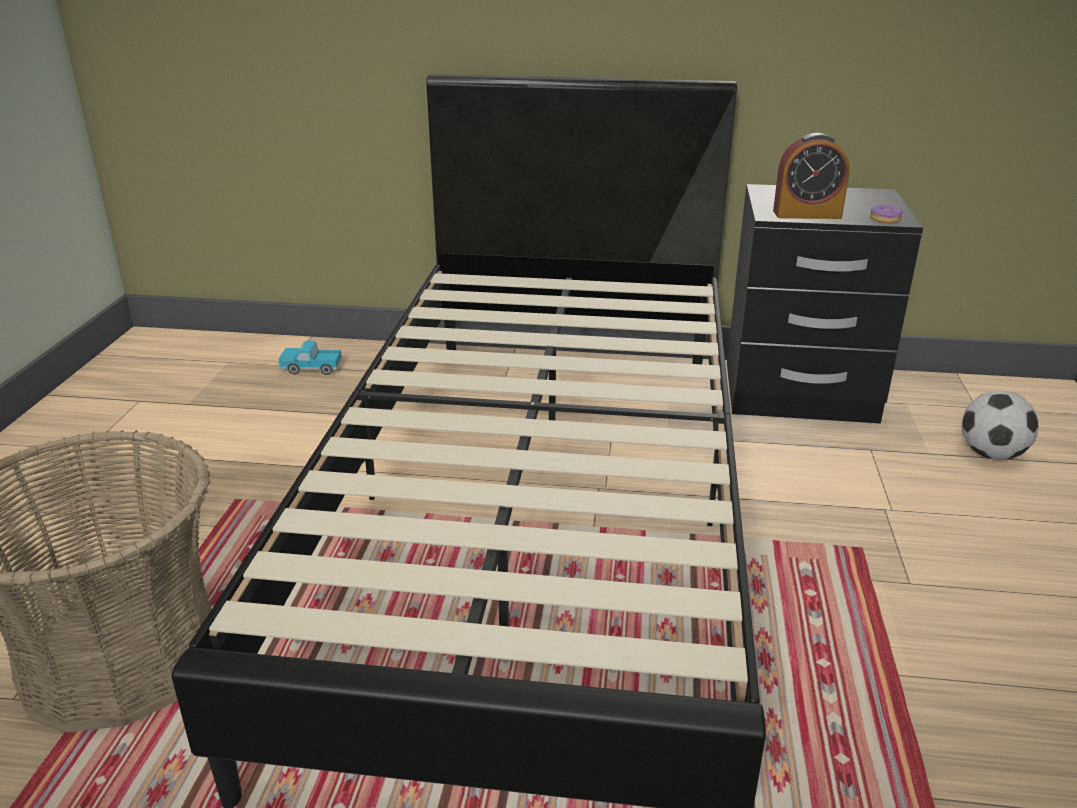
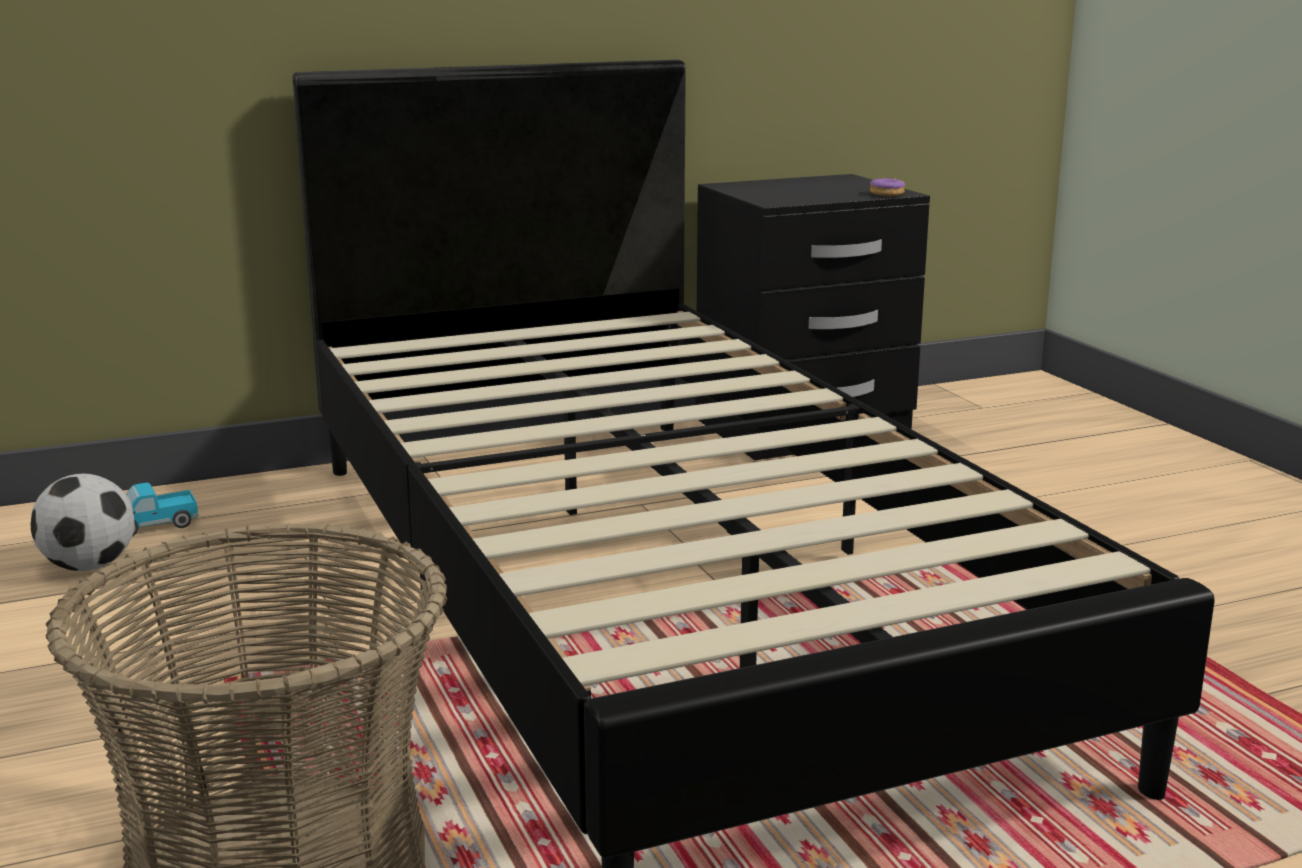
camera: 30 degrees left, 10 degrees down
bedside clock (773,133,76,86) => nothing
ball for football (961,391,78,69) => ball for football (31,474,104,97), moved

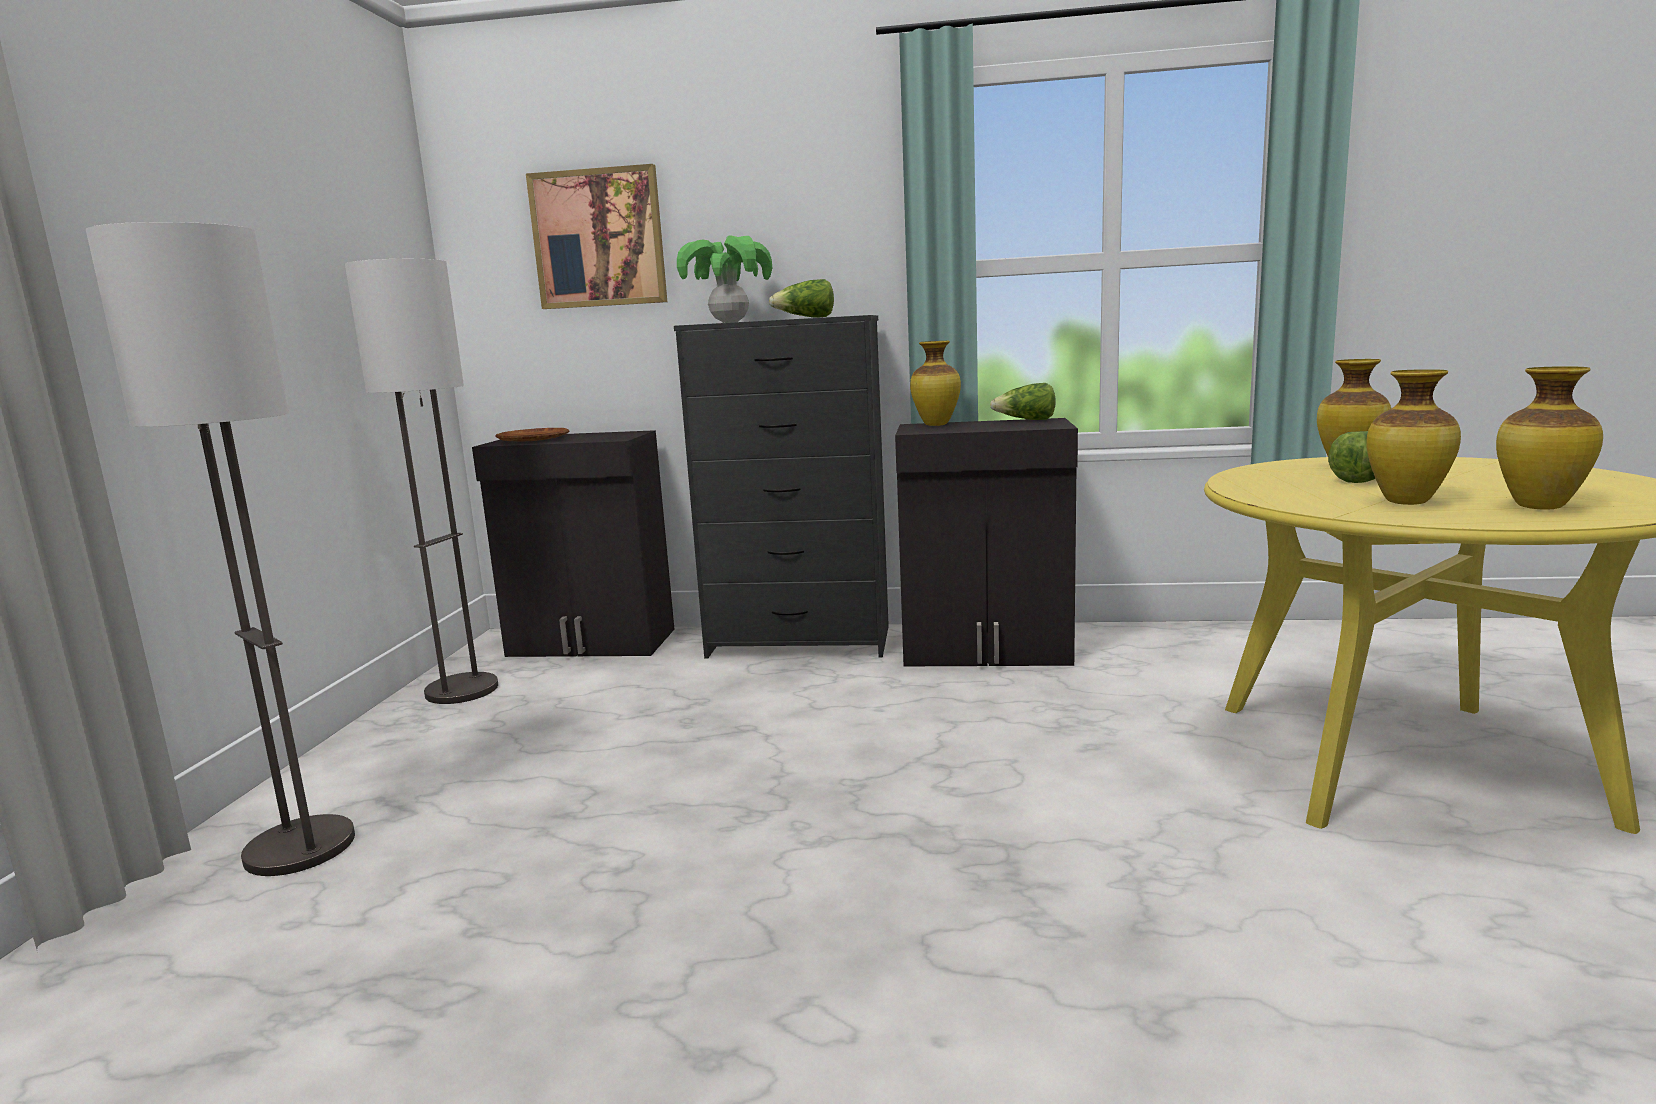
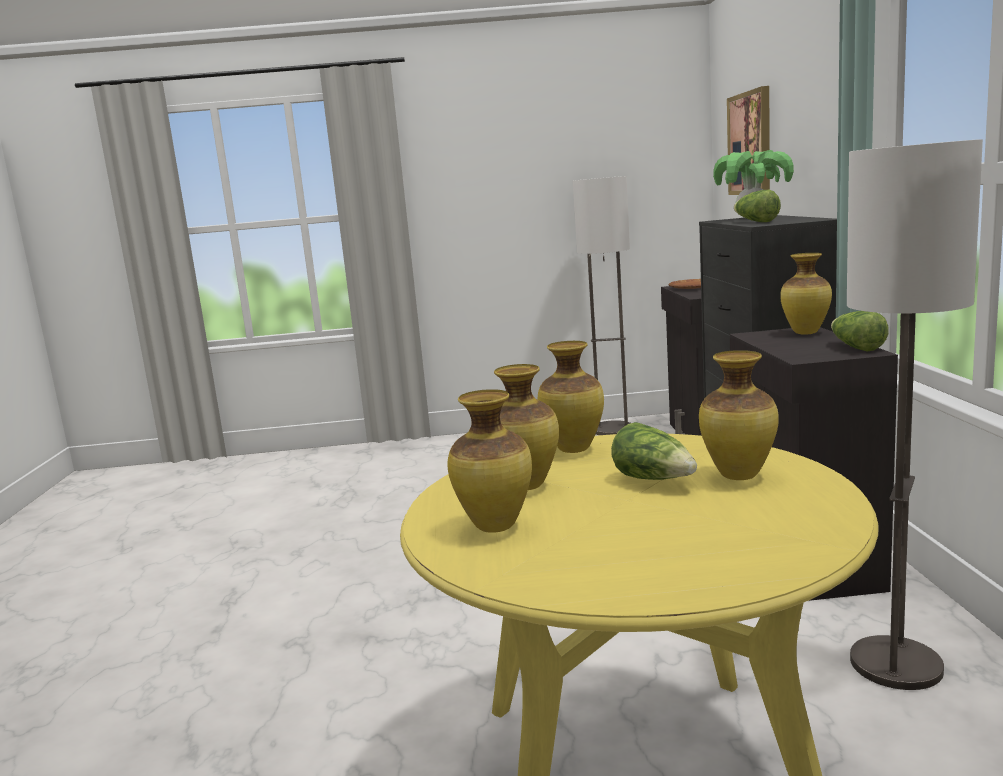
camera: 80 degrees right, 0 degrees up
standard lamp (86,222,269,654) => standard lamp (847,139,136,551), moved
nothing => decorative vase (538,341,66,112)

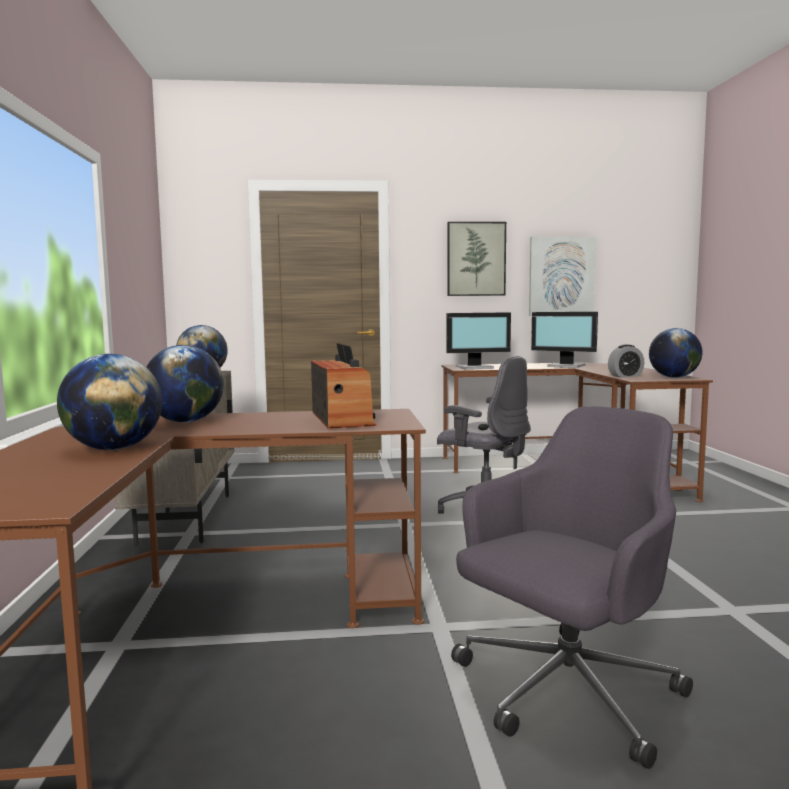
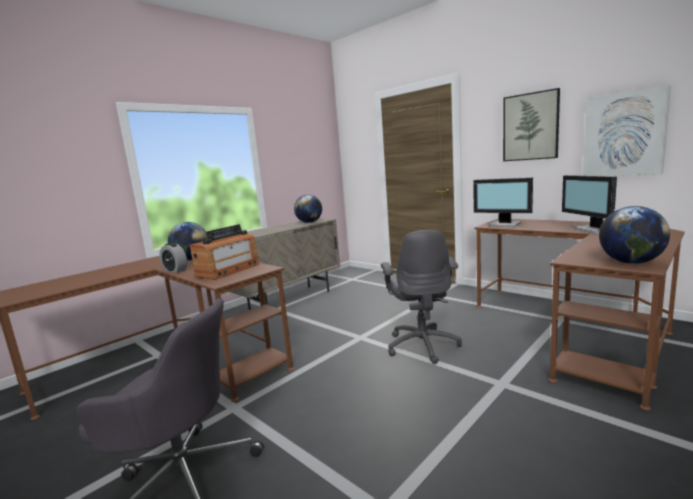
camera: 50 degrees right, 5 degrees up
world globe (57,354,105,96) => nothing
bedside clock (608,344,36,33) => bedside clock (159,243,28,30), moved

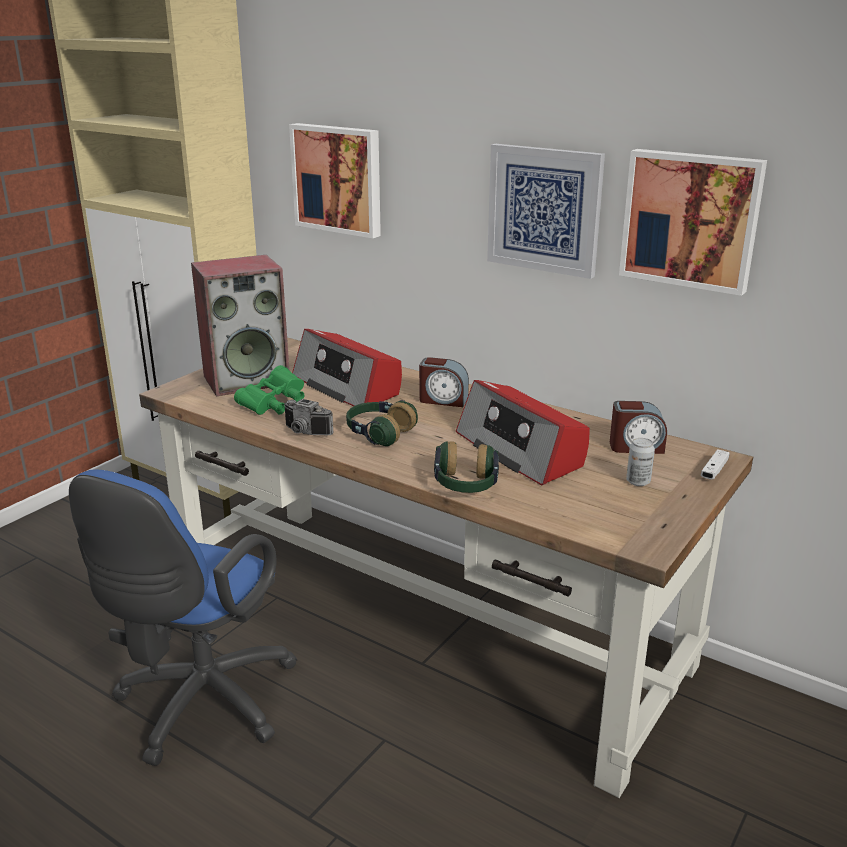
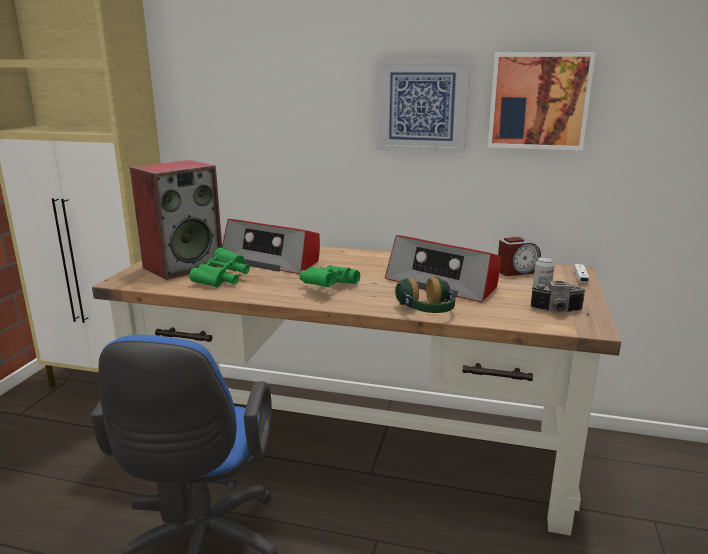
camera: 20 degrees left, 5 degrees down
still camera (284,399,50,36) => still camera (530,281,56,31), moved
wall picture (289,123,92,115) => nothing
headphones (346,400,72,46) => green-coloured binoculars (299,265,61,22)
bedside clock (419,357,50,50) => nothing

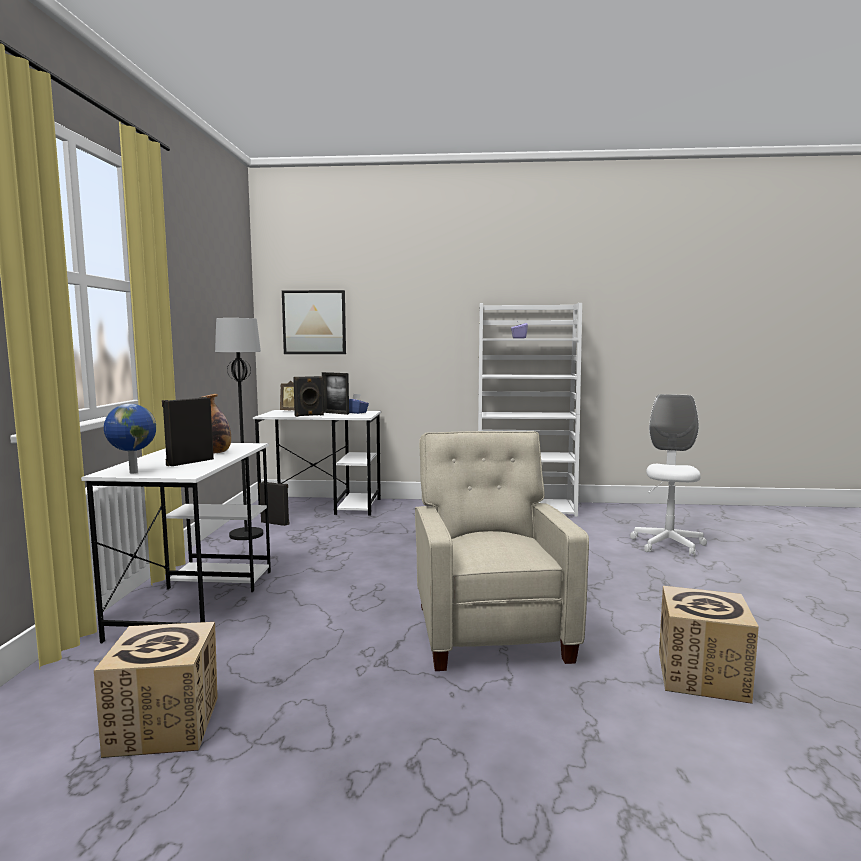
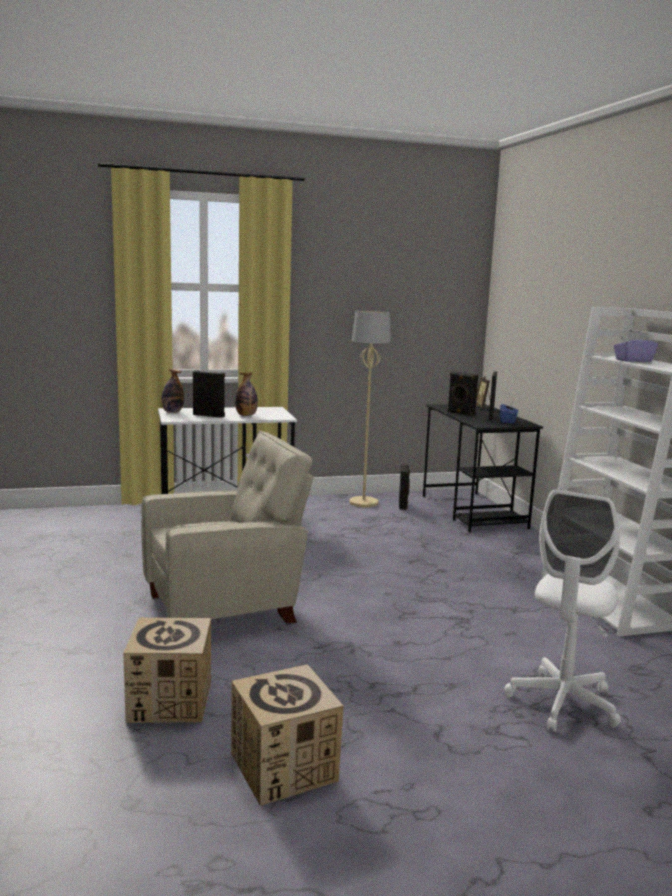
camera: 70 degrees right, 5 degrees up
cardboard box (94,622,124,136) => cardboard box (231,664,113,142), moved
world globe (104,404,52,69) => beverage bottle (161,369,23,44)
black-coloured standard lamp (215,318,48,222) => beige standard lamp (349,311,42,197)
white-coloured desk (253,410,128,106) => black-coloured desk (423,404,120,129)
wall picture (282,290,64,64) => nothing
white-coloured computer chair (630,394,77,162) => white-coloured computer chair (505,489,116,243), 120 degrees clockwise

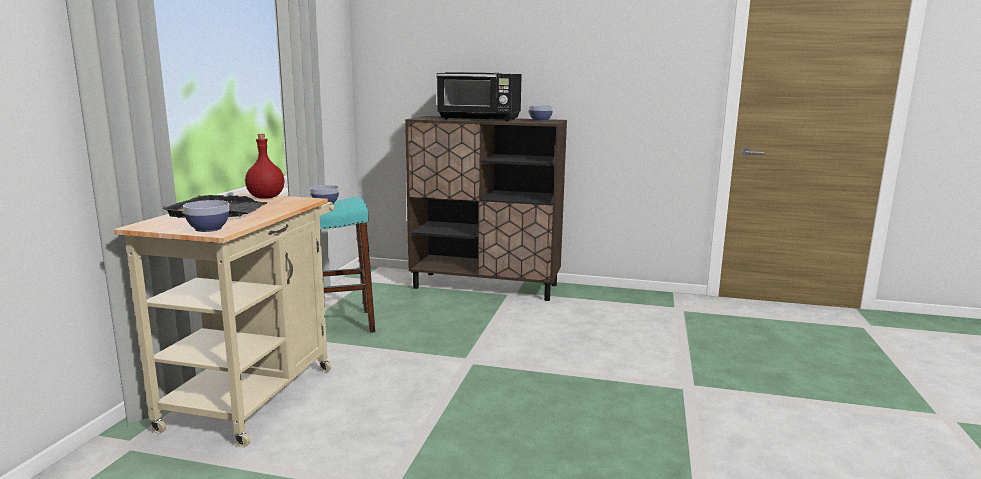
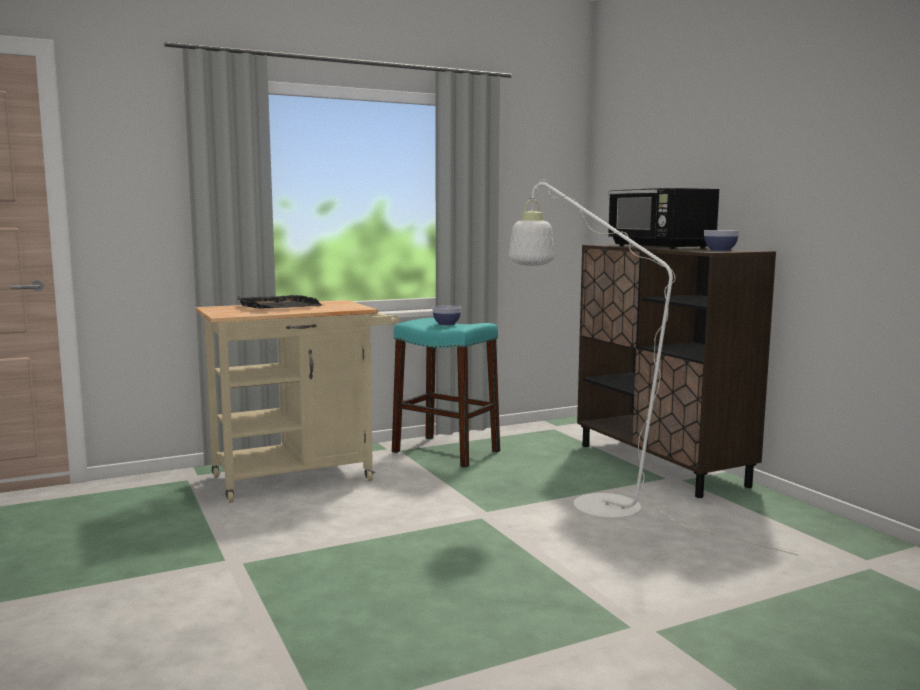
camera: 50 degrees right, 5 degrees down
deep dish (183,200,46,32) => nothing
reddish beverage bottle (245,134,39,65) => nothing
nothing => white-coloured standard lamp (509,179,289,376)

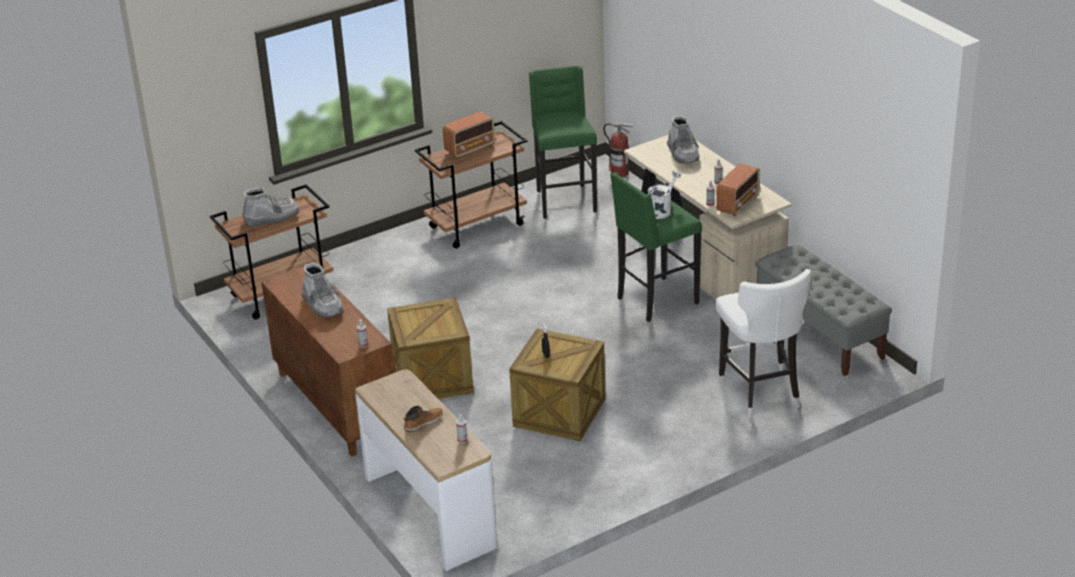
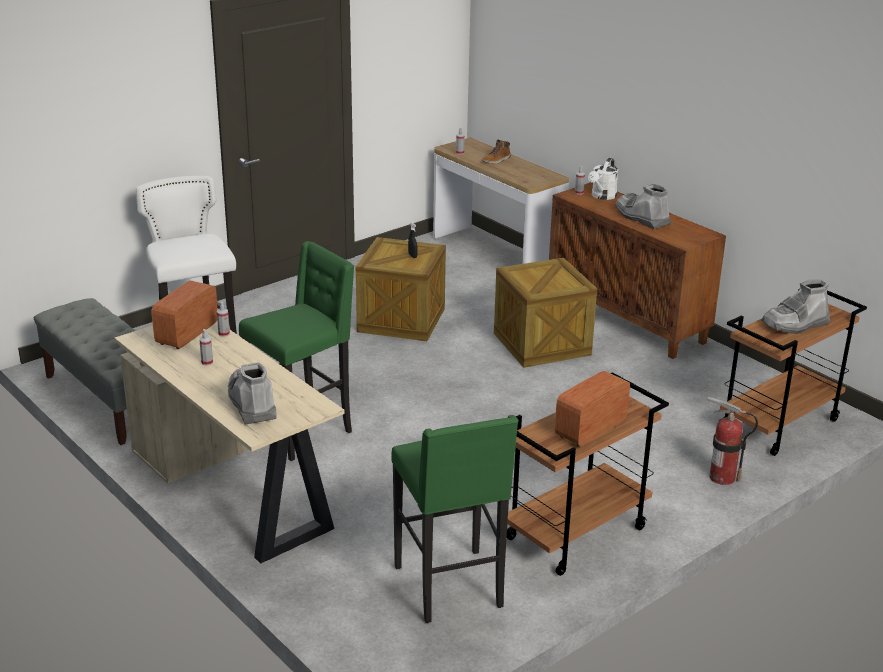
camera: 170 degrees right, 5 degrees down
fire-fighting cylinder (603,123,32,55) => fire-fighting cylinder (707,396,51,89), moved
white-coloured sprinkling can (647,170,34,49) => white-coloured sprinkling can (588,158,30,42), moved

